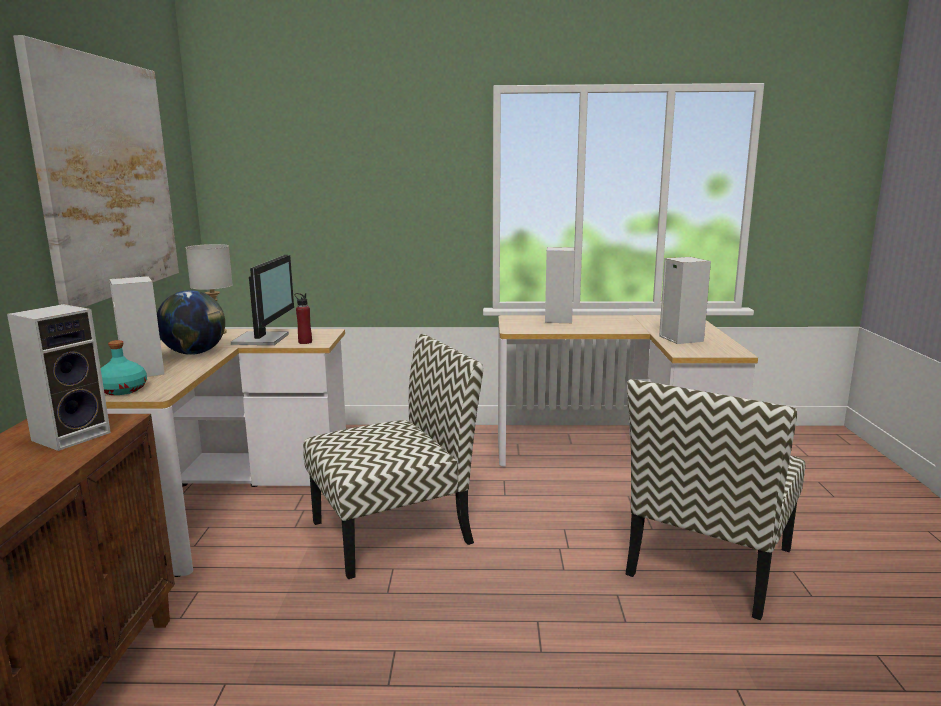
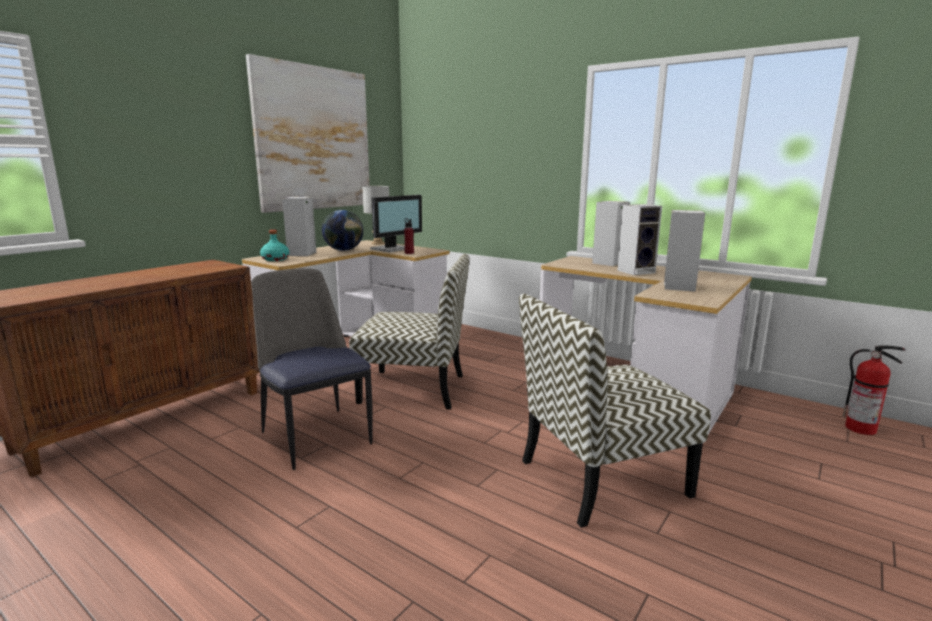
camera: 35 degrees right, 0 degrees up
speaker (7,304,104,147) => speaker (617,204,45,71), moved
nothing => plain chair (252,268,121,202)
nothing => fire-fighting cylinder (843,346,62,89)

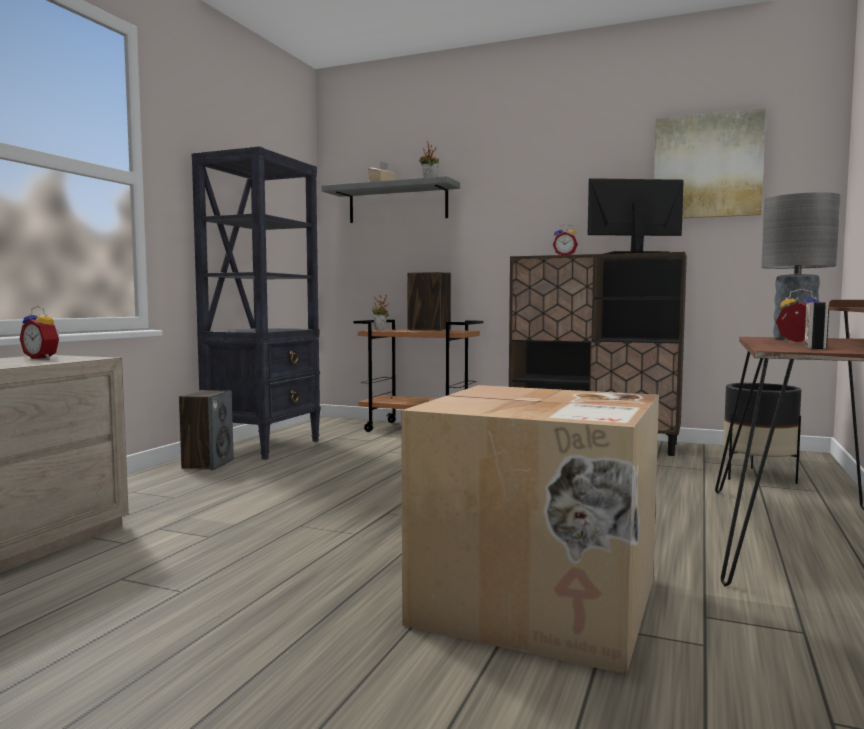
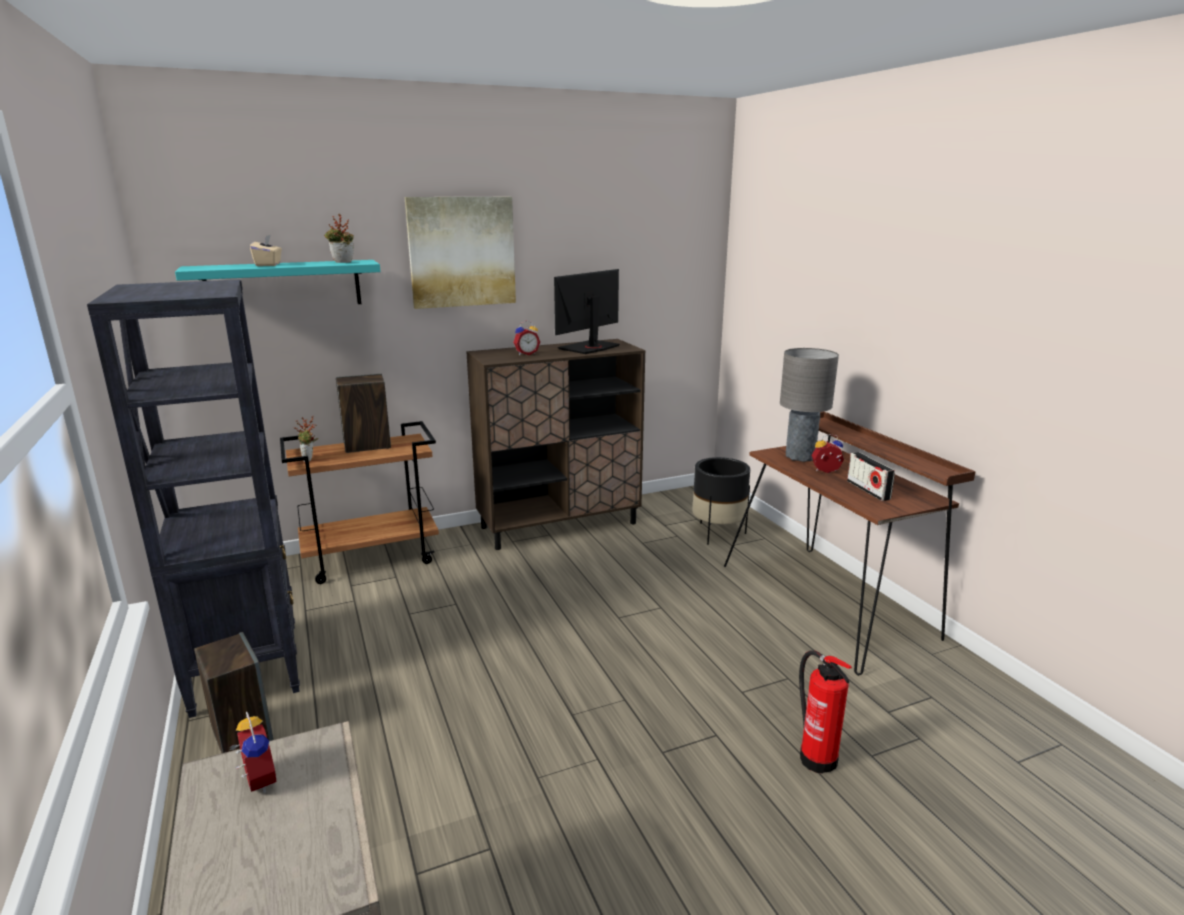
camera: 45 degrees left, 15 degrees up
bedside clock (20,306,40,53) => bedside clock (229,712,48,81), 105 degrees counterclockwise
gray bracket shelf (321,176,139,47) => turquoise bracket shelf (175,260,206,44)
cardboard box (401,385,258,289) => fire-fighting cylinder (799,650,53,124)
wall picture (654,108,112,110) => wall picture (405,197,111,112), moved

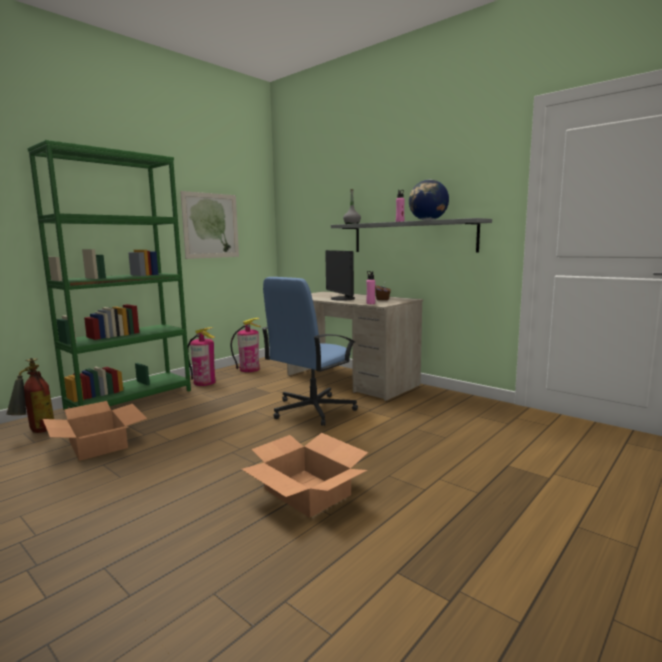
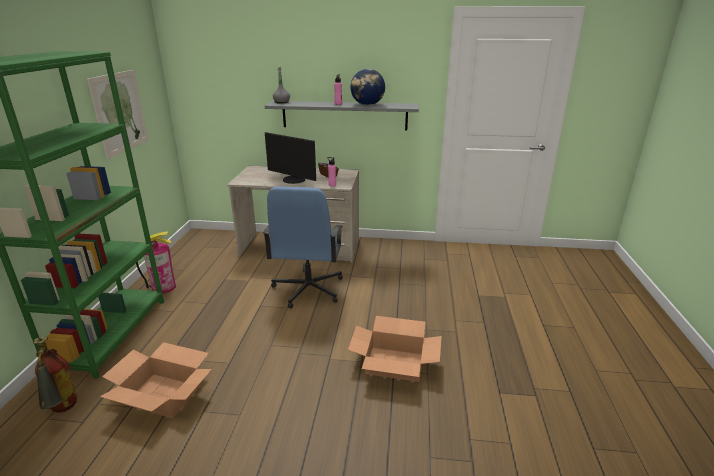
camera: 35 degrees left, 15 degrees up
fire-fighting cylinder (230,318,31,54) => nothing

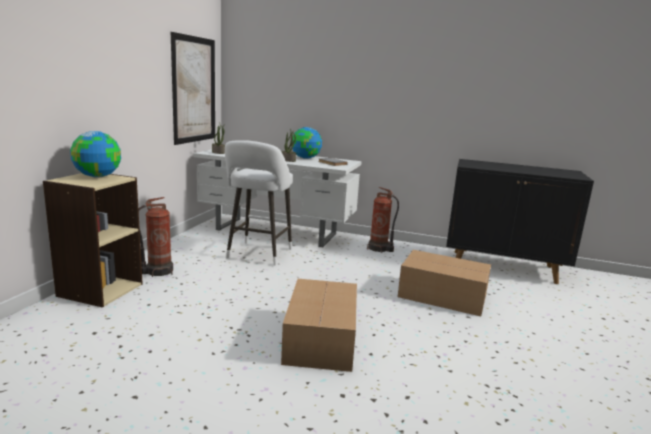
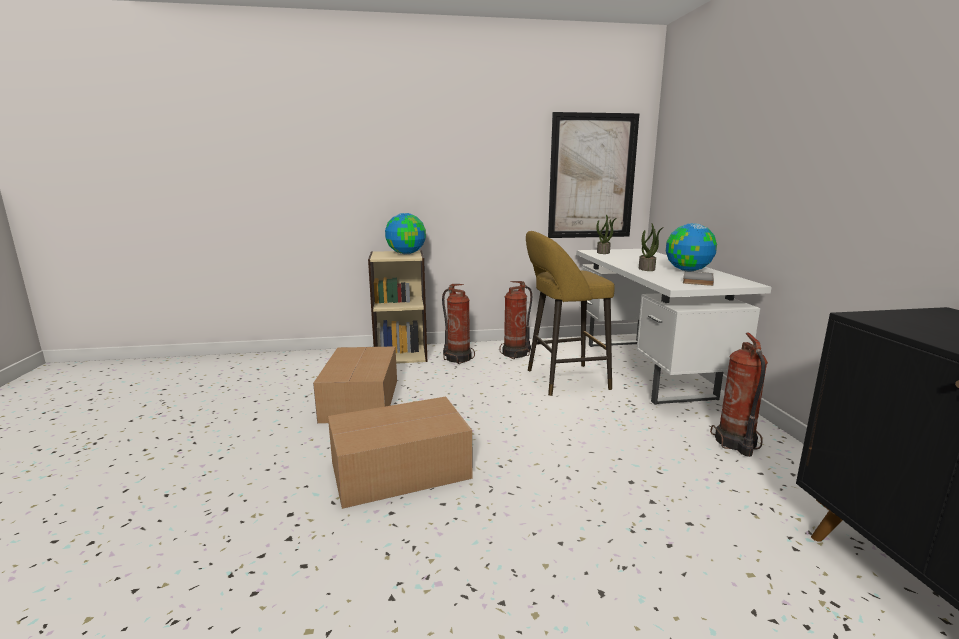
camera: 65 degrees right, 0 degrees up
white-coloured sitting stool (225,140,68,126) => yellow-coloured sitting stool (526,231,89,165)
cardboard box (398,250,93,66) => cardboard box (313,347,84,77), moved
nothing => fire-fighting cylinder (500,281,32,78)

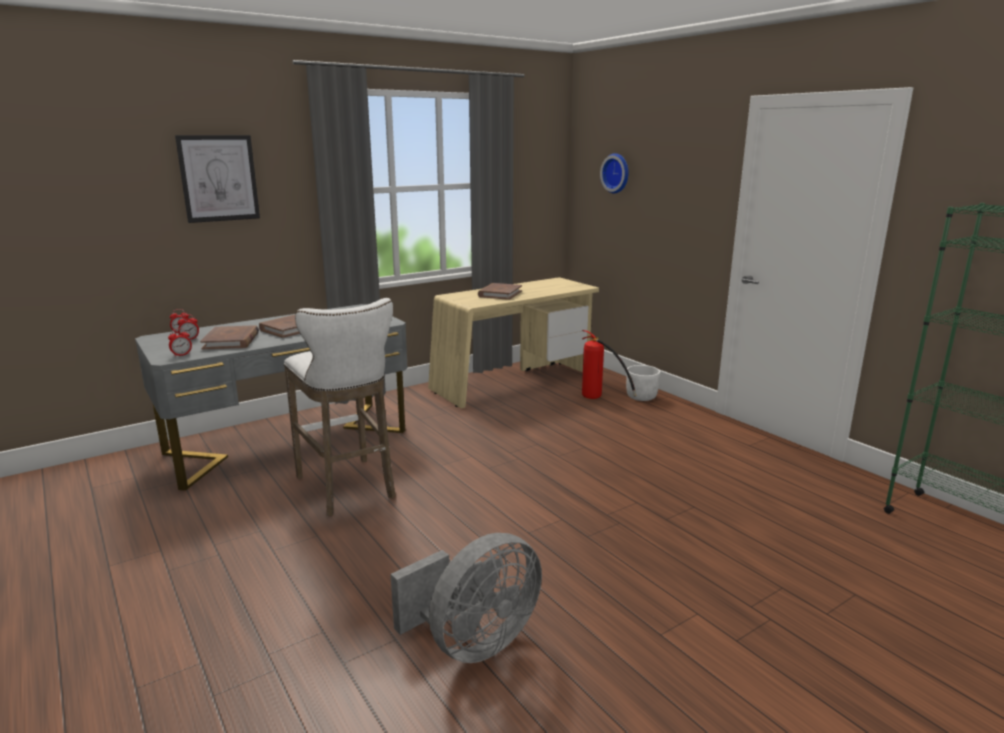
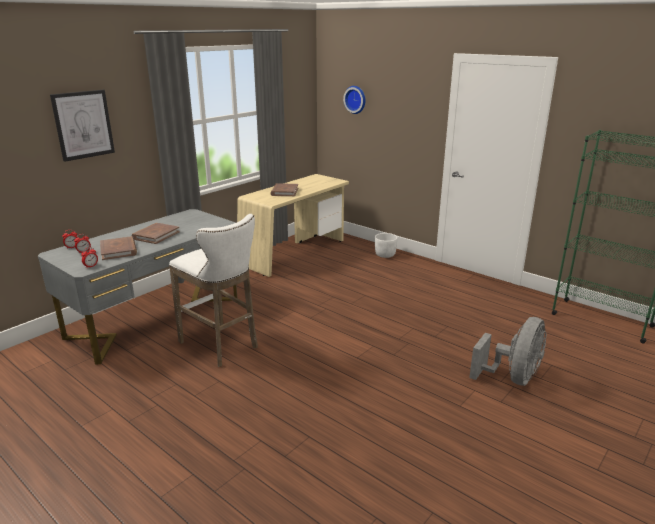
camera: 15 degrees left, 5 degrees up
gray fan (390,533,152,130) => gray fan (469,317,77,69), moved
fire-fighting cylinder (582,330,54,69) => nothing

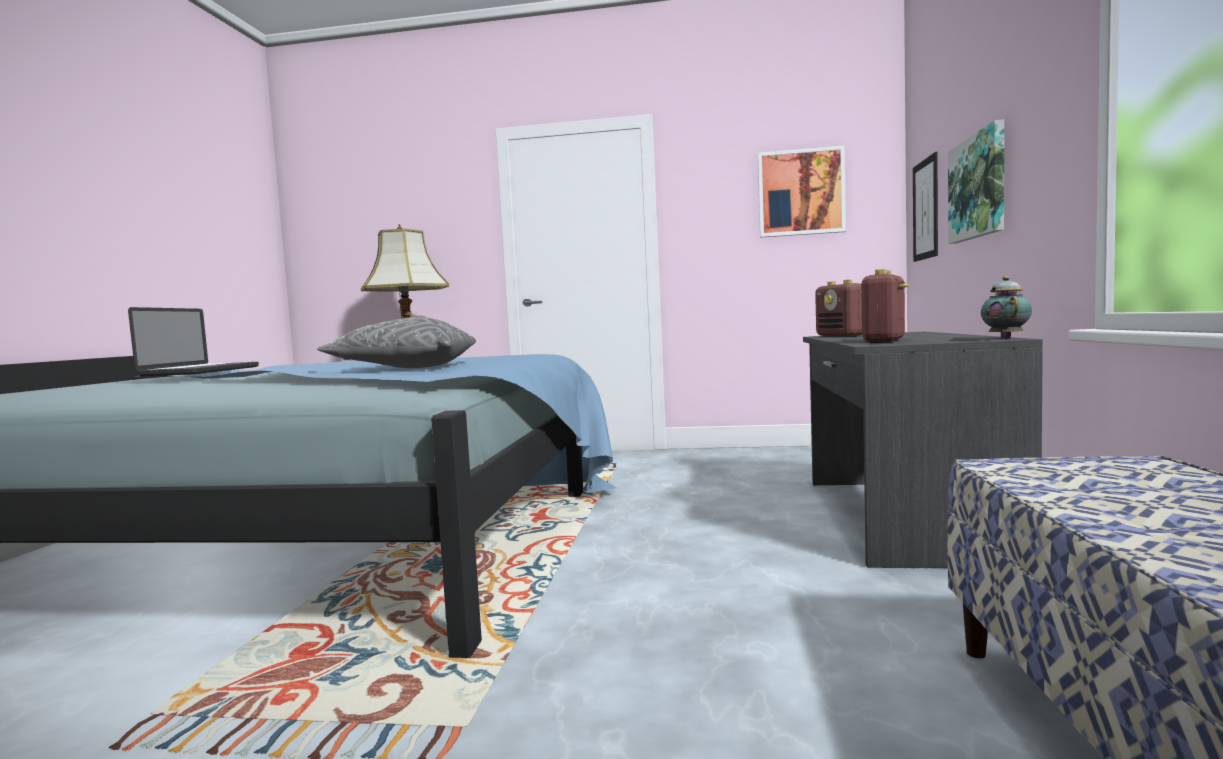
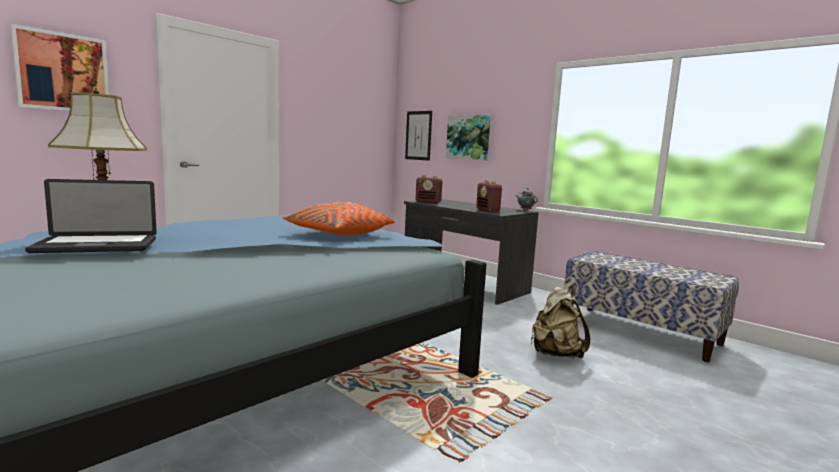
camera: 55 degrees left, 5 degrees up
notebook computer (128,307,131,69) => notebook computer (25,179,132,74), 120 degrees clockwise
gray throw pillow (317,317,159,51) => orange-coloured throw pillow (282,202,113,33)
wall picture (758,145,88,93) => wall picture (10,24,99,87), moved
nothing => beige rucksack (531,285,59,73)

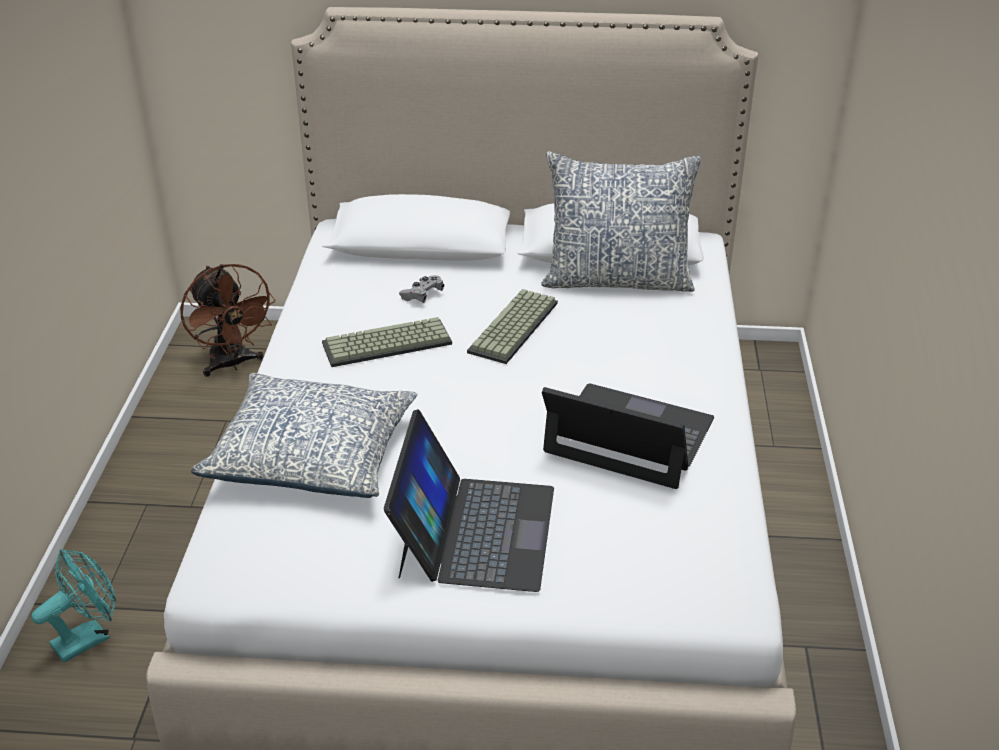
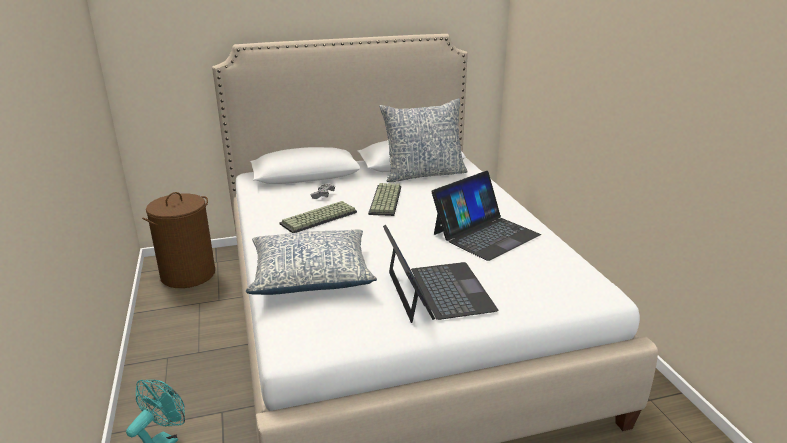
camera: 20 degrees left, 10 degrees down
brownish fan (180,264,96,113) => brownish washing basket (142,192,73,96)
notebook computer (542,384,172,105) => notebook computer (431,171,110,90), 135 degrees clockwise

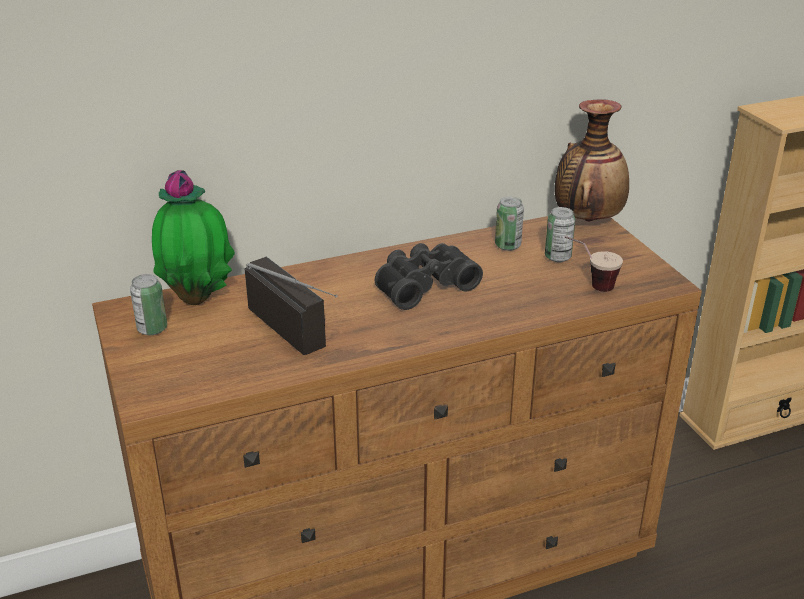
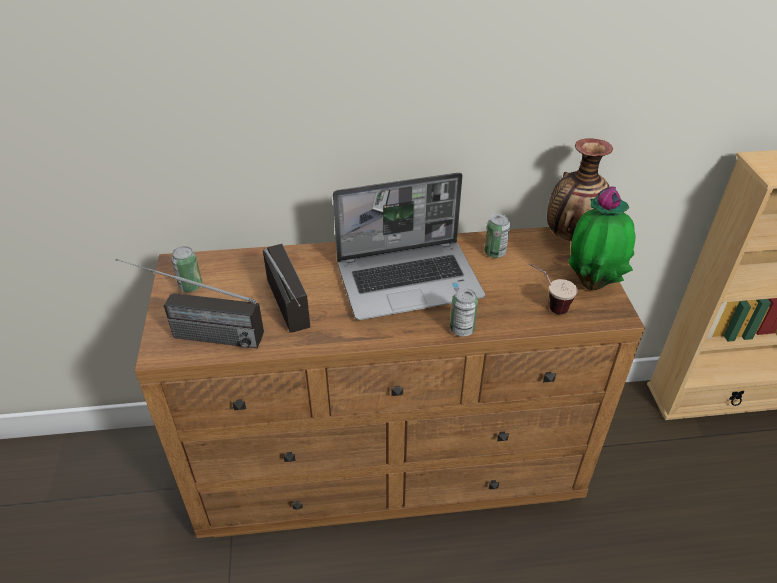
camera: 15 degrees right, 10 degrees up
potted plant (152,170,83,135) => potted plant (568,186,68,104), moved
black-coloured binoculars (375,243,108,67) => notebook computer (333,173,152,147)
metal can (545,207,30,55) => metal can (450,288,28,49), moved
nothing => radio set (116,258,148,90)

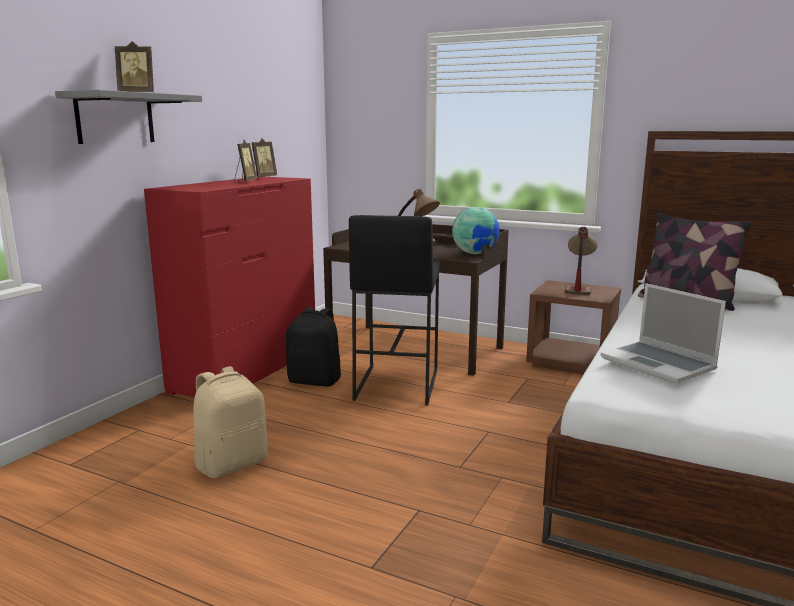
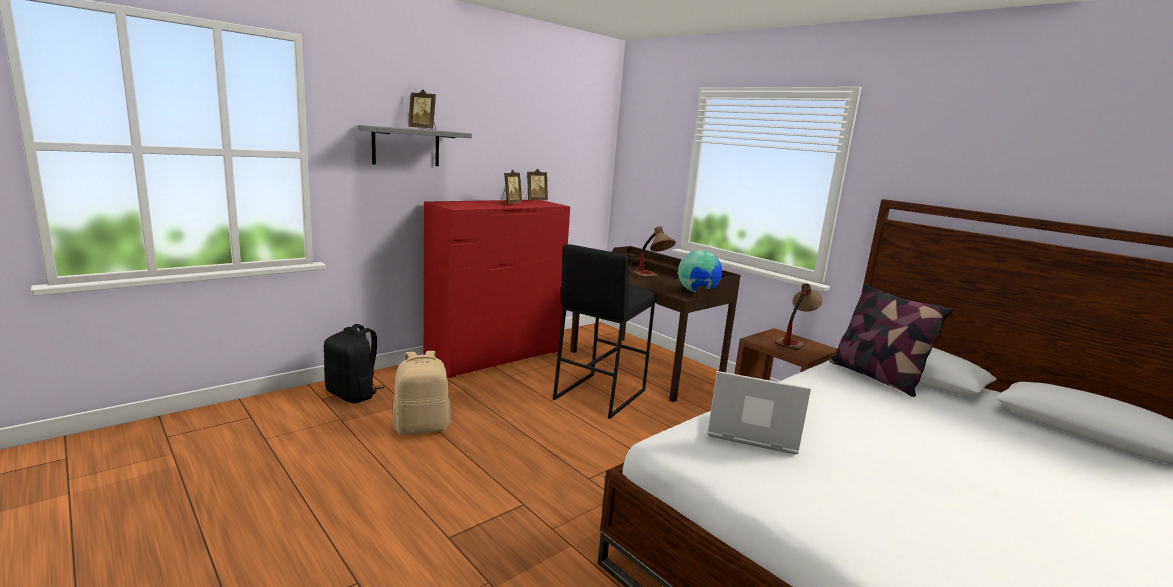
camera: 20 degrees right, 0 degrees up
black-coloured rucksack (286,307,55,79) => black-coloured rucksack (324,324,61,79), moved
notebook computer (601,283,125,101) => notebook computer (707,371,104,84), 120 degrees clockwise

